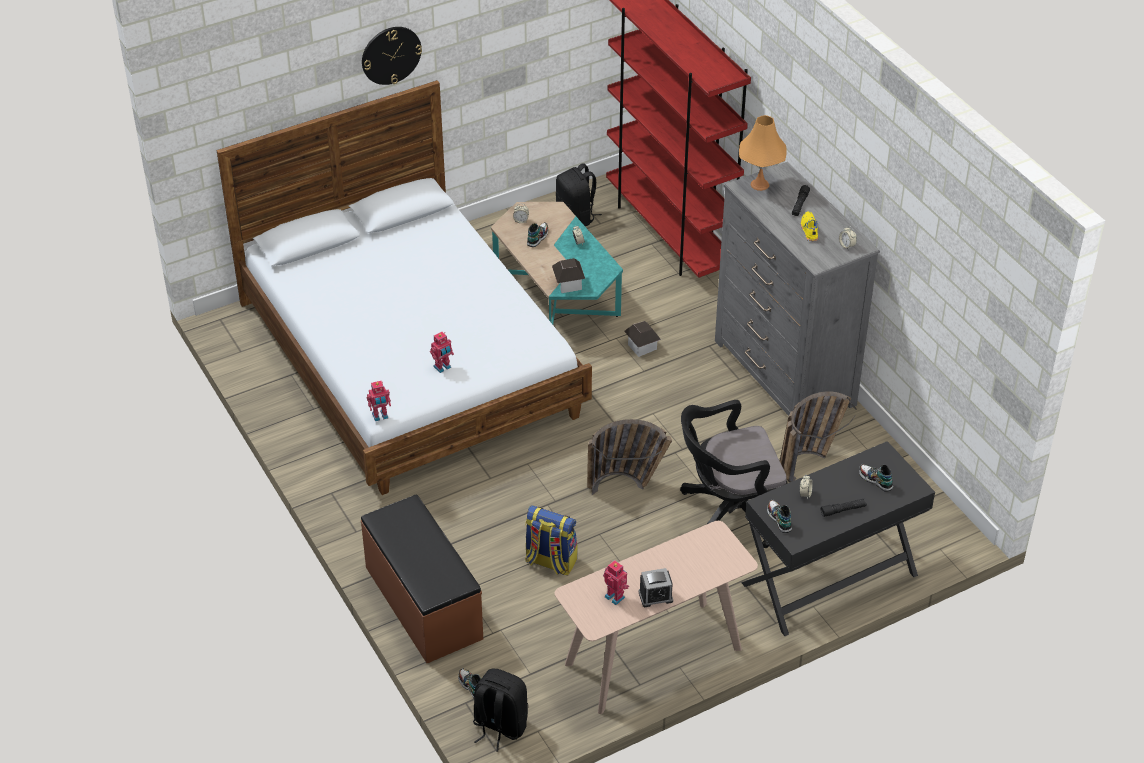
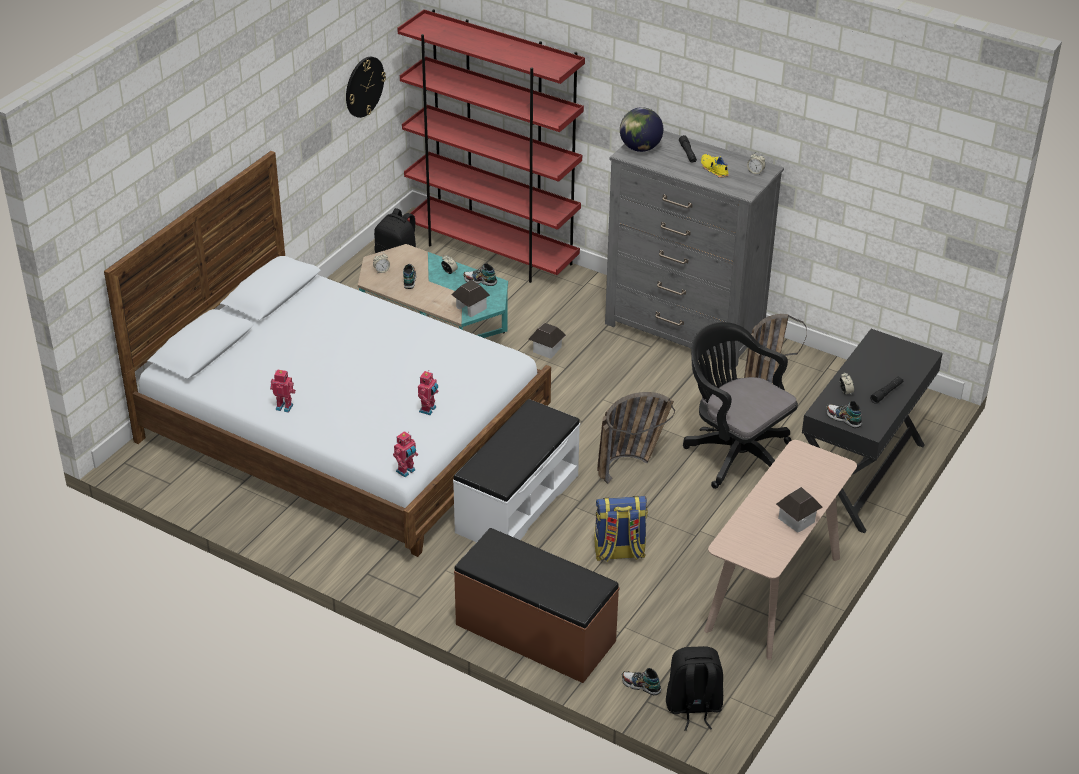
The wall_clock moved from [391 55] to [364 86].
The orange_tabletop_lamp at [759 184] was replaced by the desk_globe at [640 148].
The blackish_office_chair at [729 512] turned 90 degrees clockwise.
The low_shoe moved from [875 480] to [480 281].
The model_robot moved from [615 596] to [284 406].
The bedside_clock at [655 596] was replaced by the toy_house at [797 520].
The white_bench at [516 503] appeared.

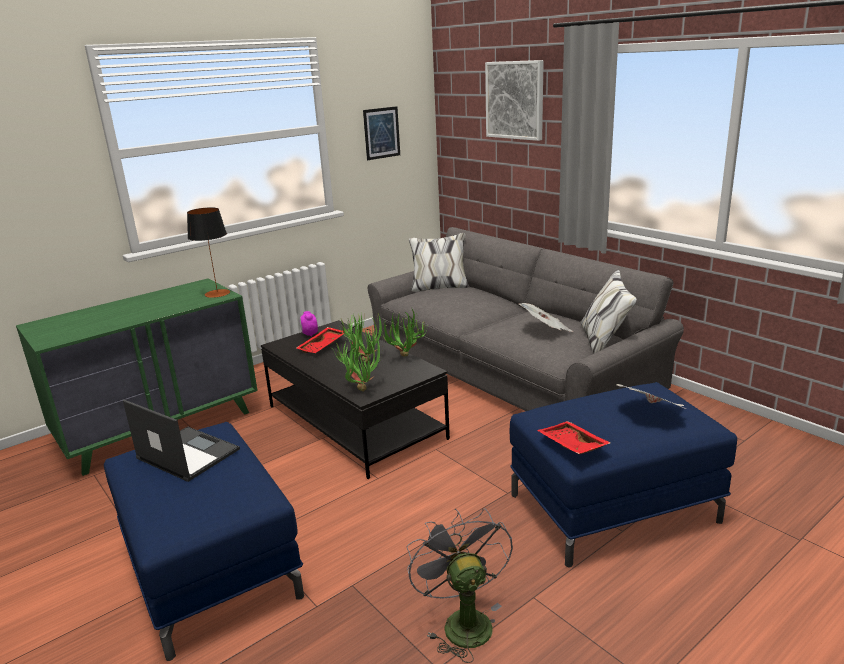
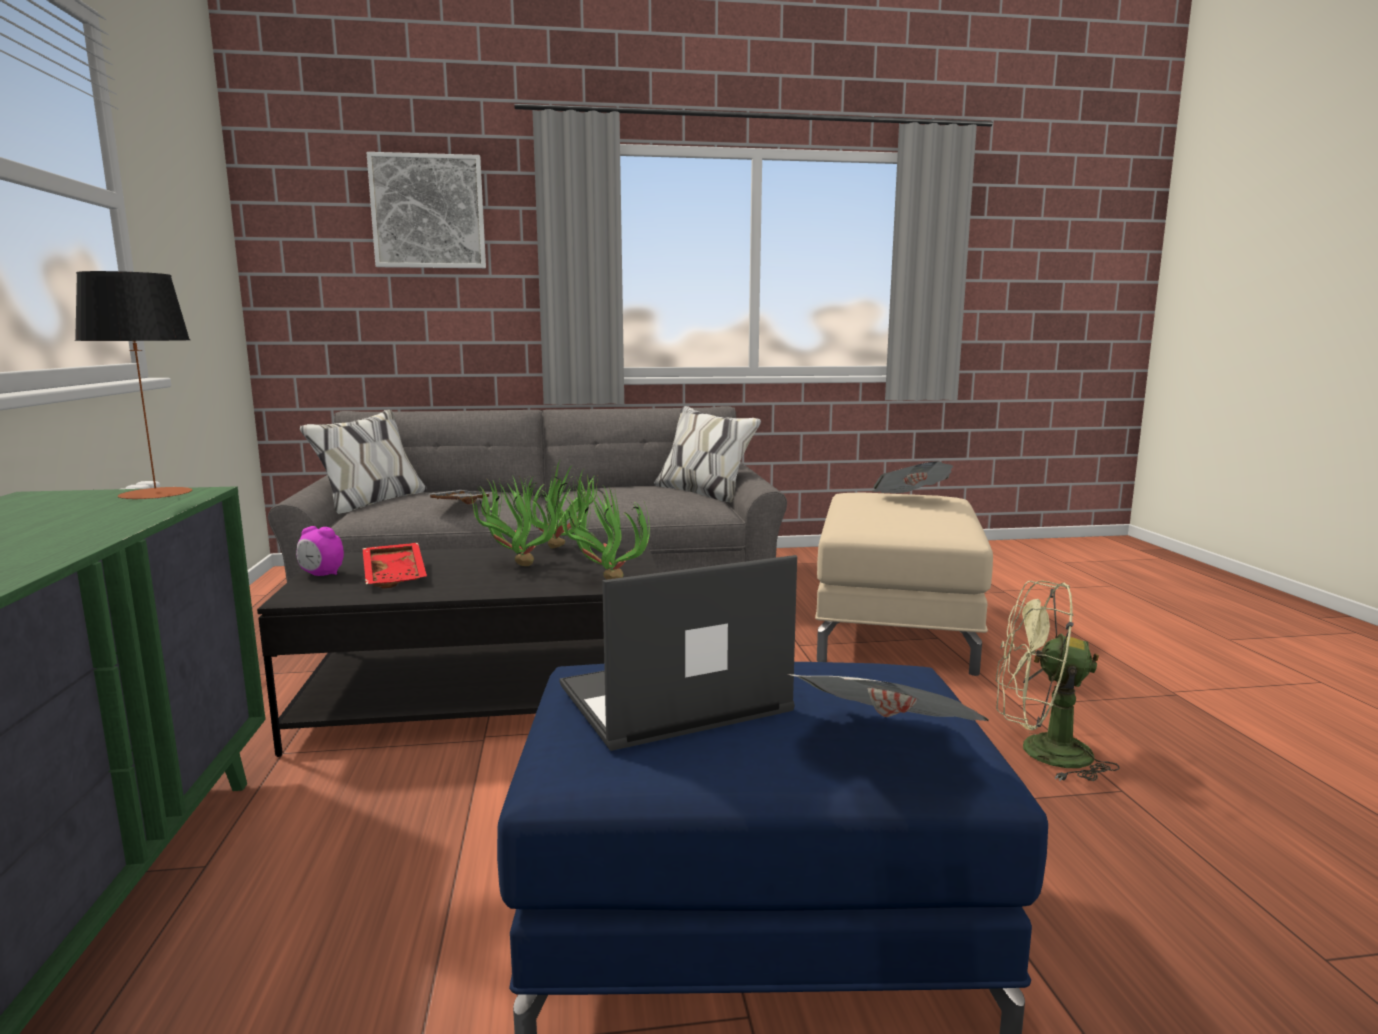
The picture at [381 133] disappeared.
The daily_paper moved from [546 330] to [888 747].
The bluish_pouffe at [613 507] became the sand-coloured_pouffe at [893 629].
The red_carrying_tray at [571 446] disappeared.
The gray_cooling_fan at [462 621] became the greenish_cooling_fan at [1040 752].
The gray_carrying_tray at [459 503] appeared.

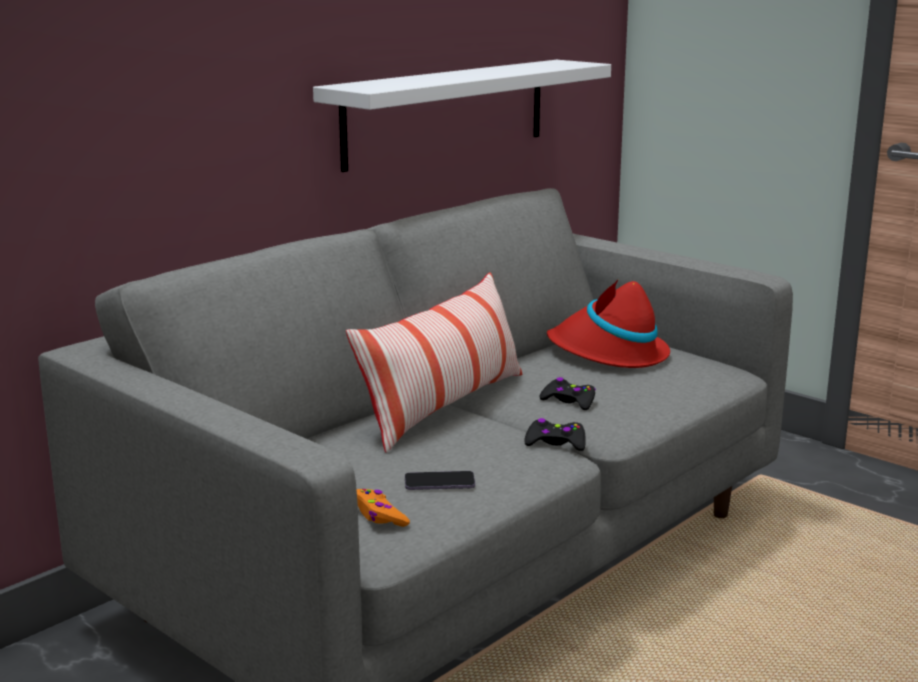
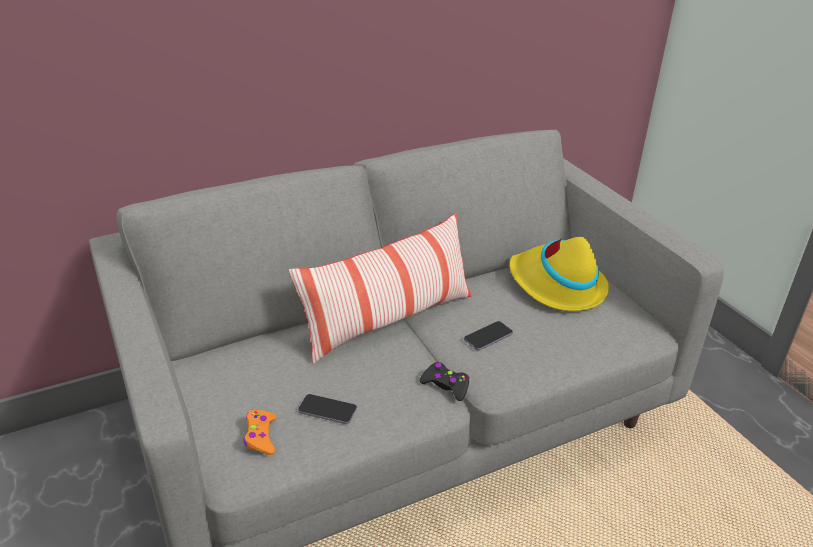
The white_bracket_shelf at [447 112] disappeared.
The red_hat at [607 353] became the yellow_hat at [556 285].
The blackish_joypad at [569 401] was replaced by the phone at [488 337].

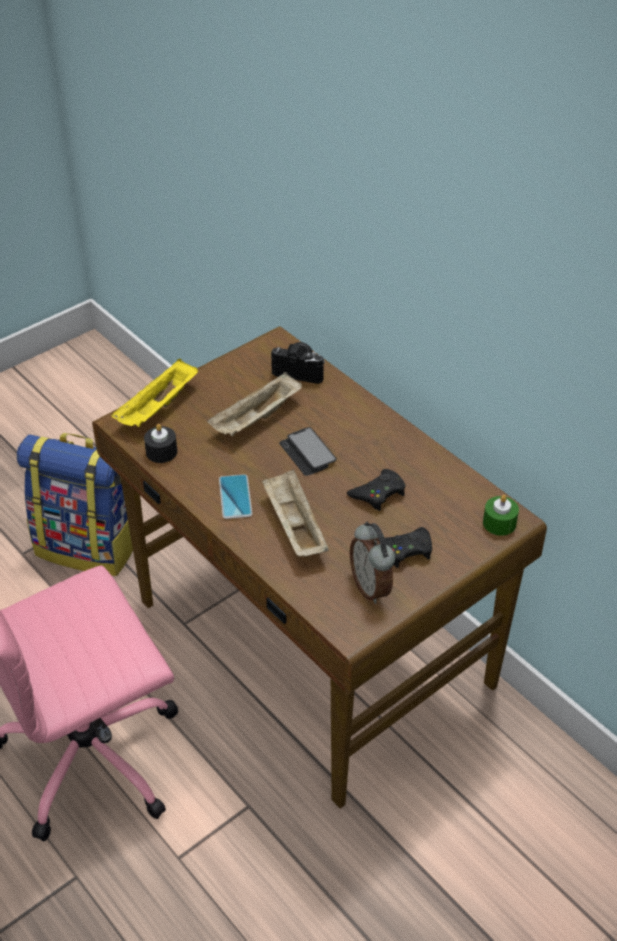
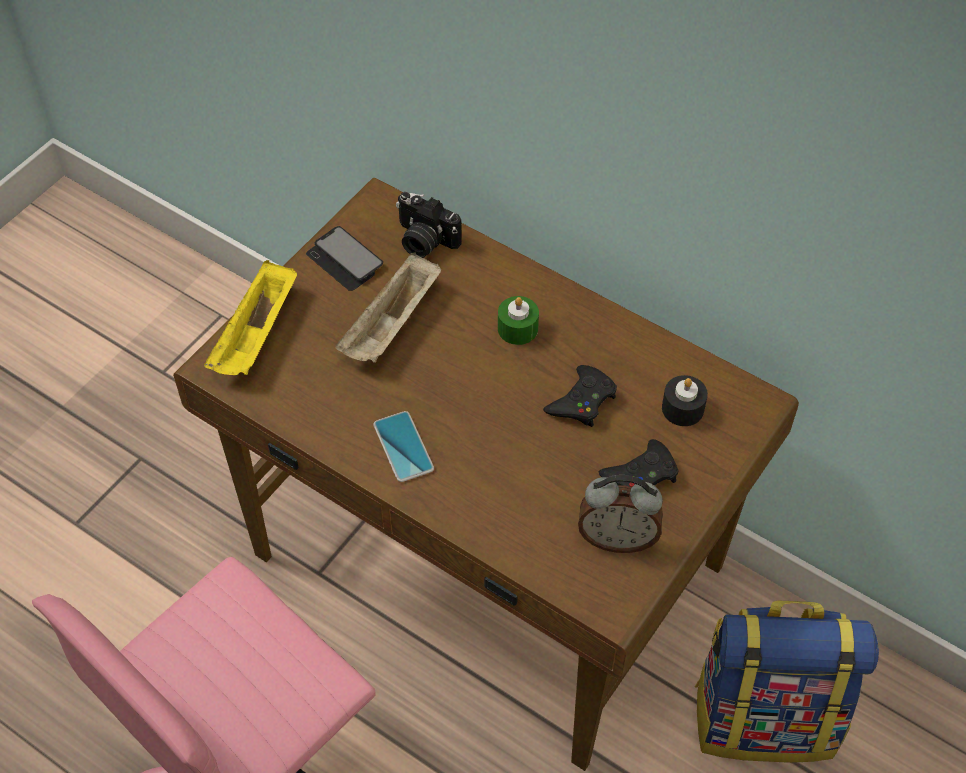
The still_camera at [300 371] turned 150 degrees counterclockwise.
The blackish_wax_light moved from [161 452] to [682 408].
The phone moved from [307 453] to [344 260].
The backpack moved from [88 547] to [765 717].
The sand-coloured_carrying_tray at [294 526] disappeared.
The greenish_wax_light moved from [499 523] to [517 328].
The bedside_clock at [371 587] turned 45 degrees counterclockwise.

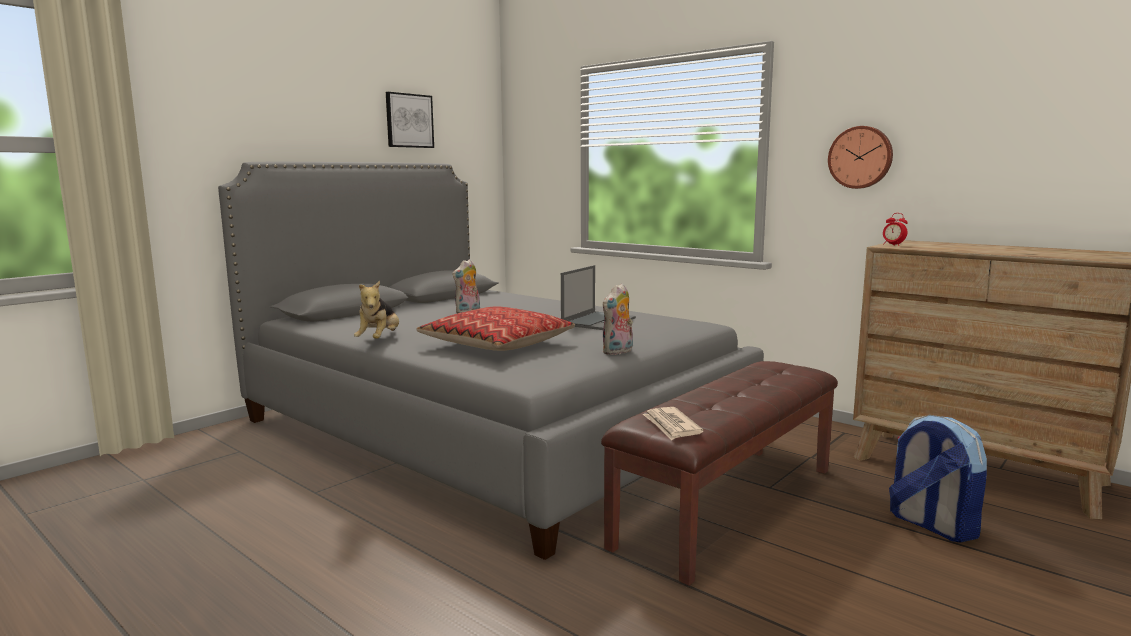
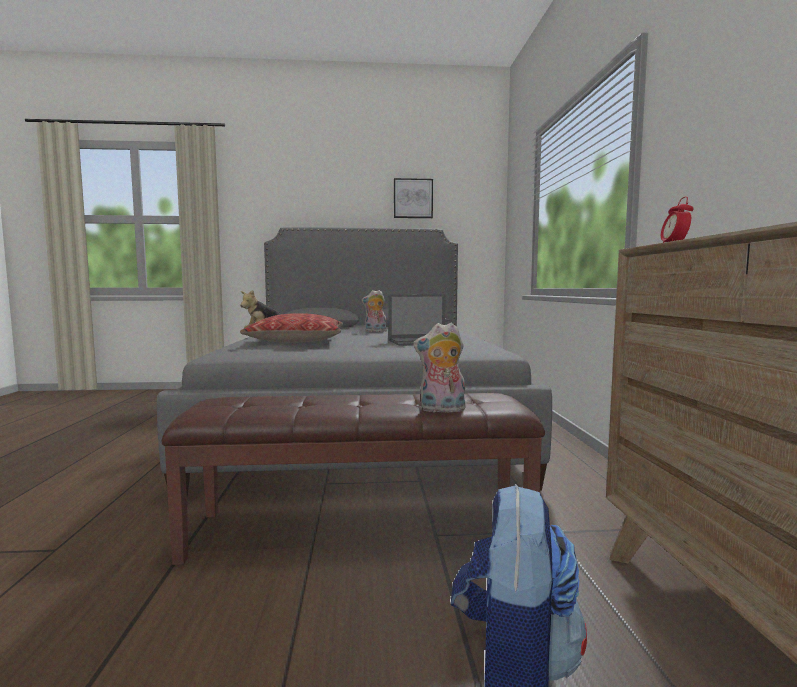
The wall_clock at [860 157] disappeared.
The cuddly_toy moved from [618 352] to [441 410].
The daily_paper at [671 426] disappeared.

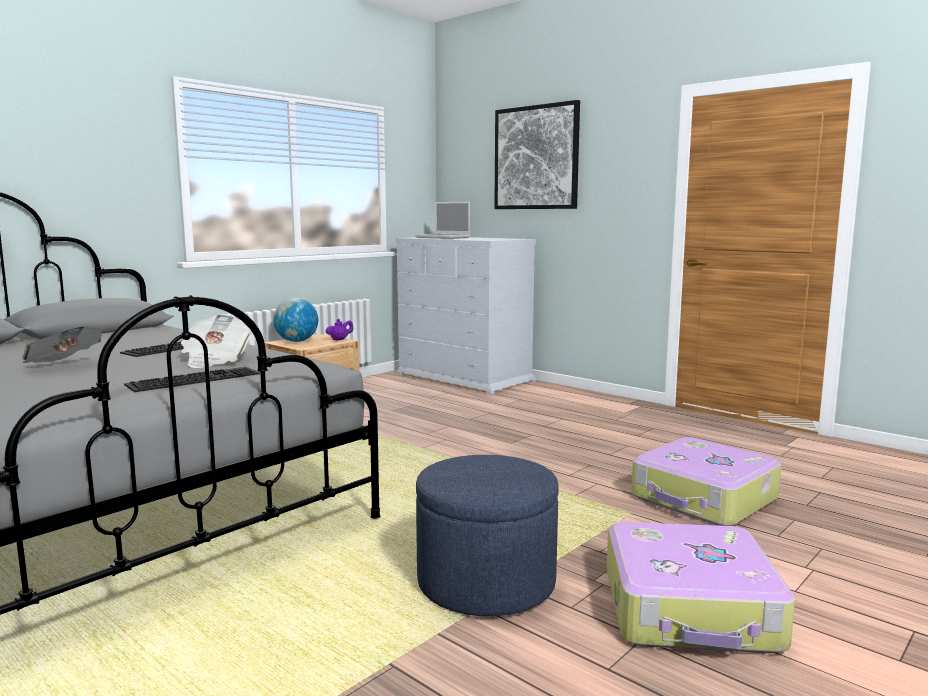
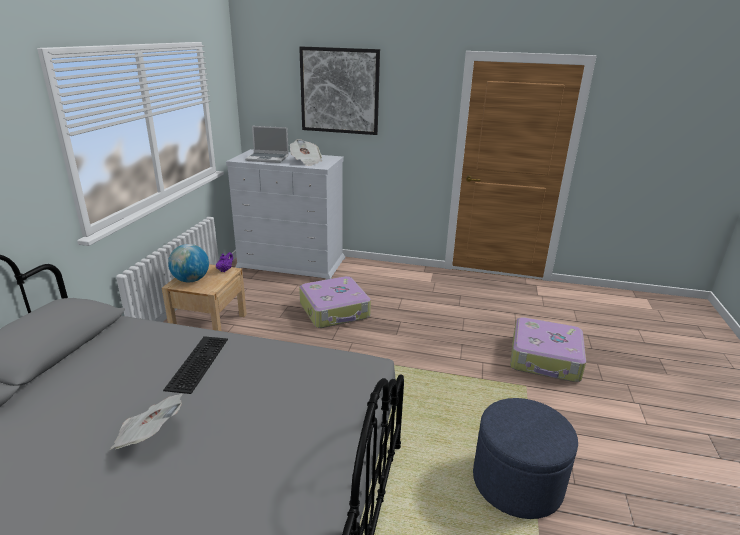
The daily_paper moved from [216 360] to [306 162].
The PC_keyboard at [194 378] disappeared.
The piece_of_luggage moved from [691 610] to [335 311].

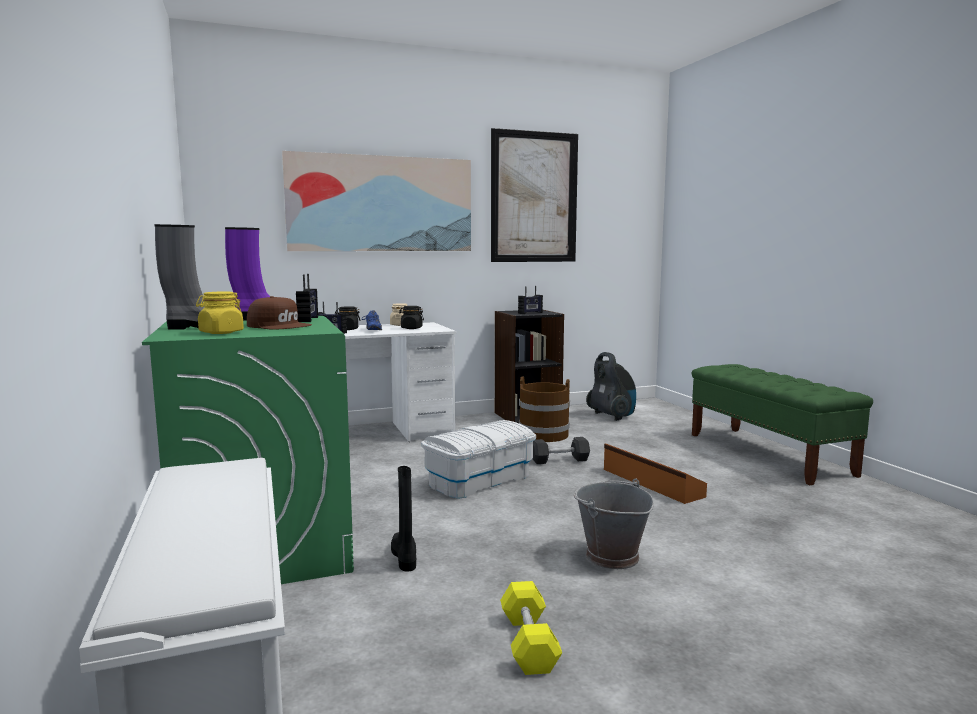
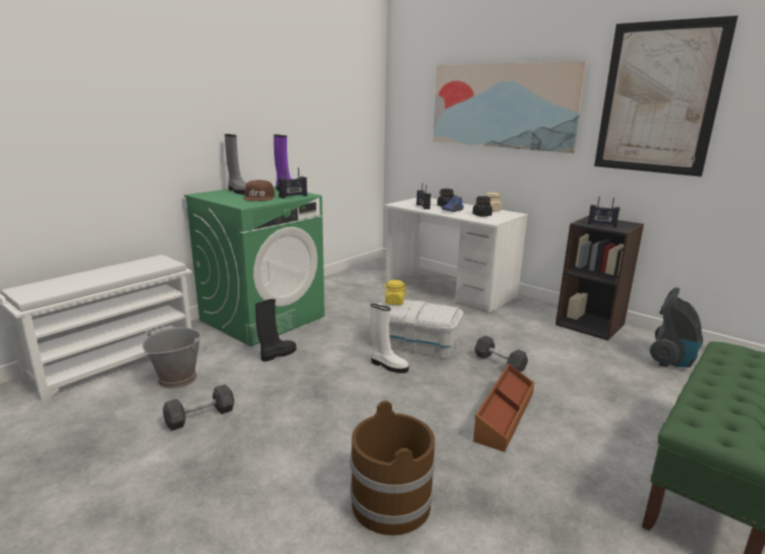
The yellow_jar moved from [221 332] to [394 302].
The brown_bucket moved from [544 434] to [391 503].
The gray_bucket moved from [611 556] to [177 378].
The yellow_dumbbell at [529 642] became the gray_dumbbell at [200 417].
The white_boot at [388 365] appeared.

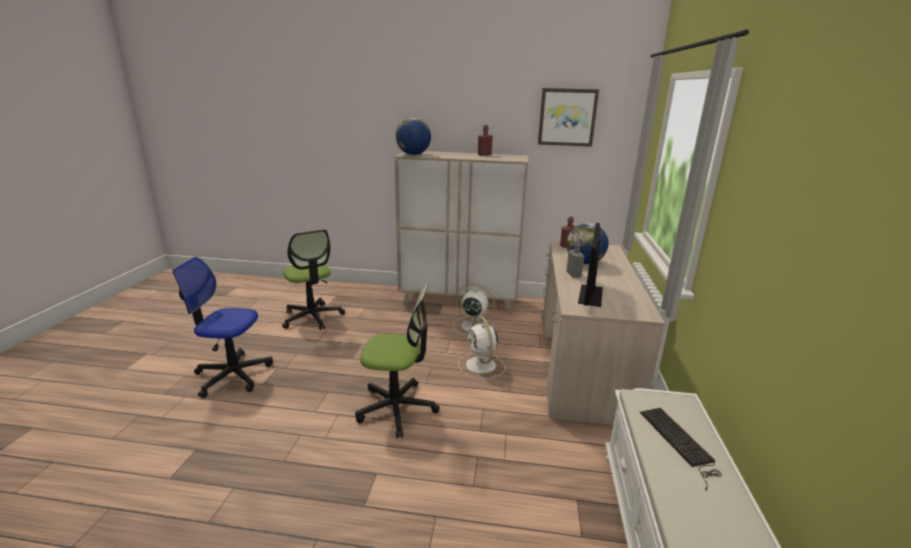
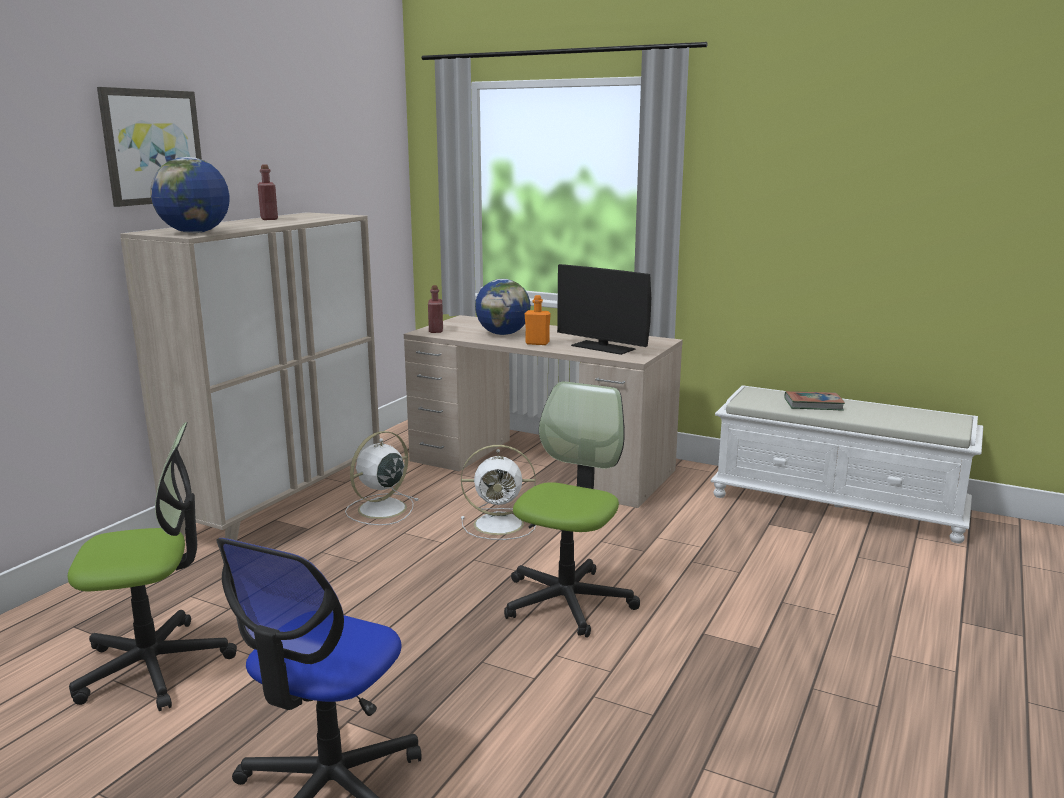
The picture moved from [567 117] to [152 147].
The gray_bottle at [573 274] became the orange_bottle at [537 343].
The PC_keyboard at [680 443] was replaced by the book at [813 404].

